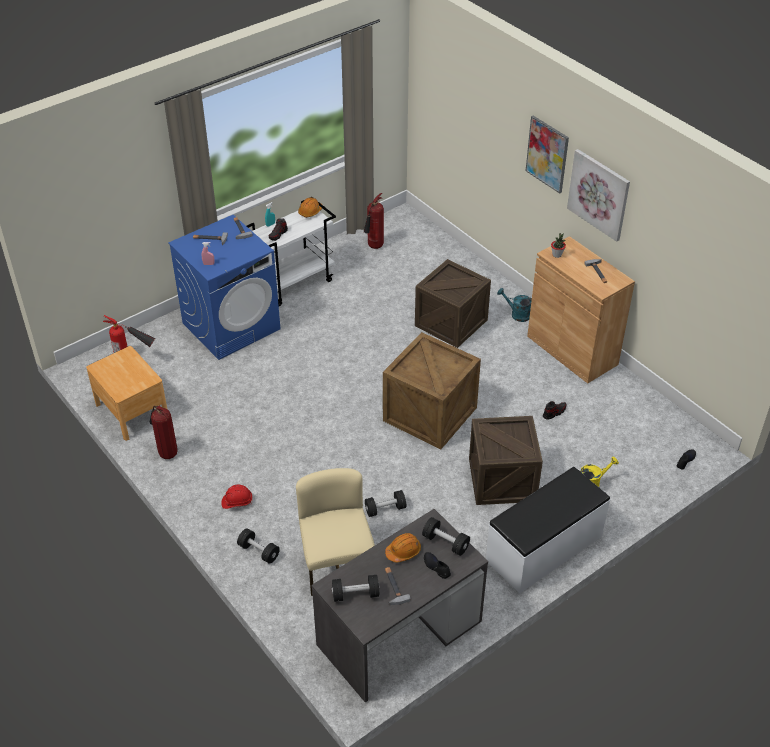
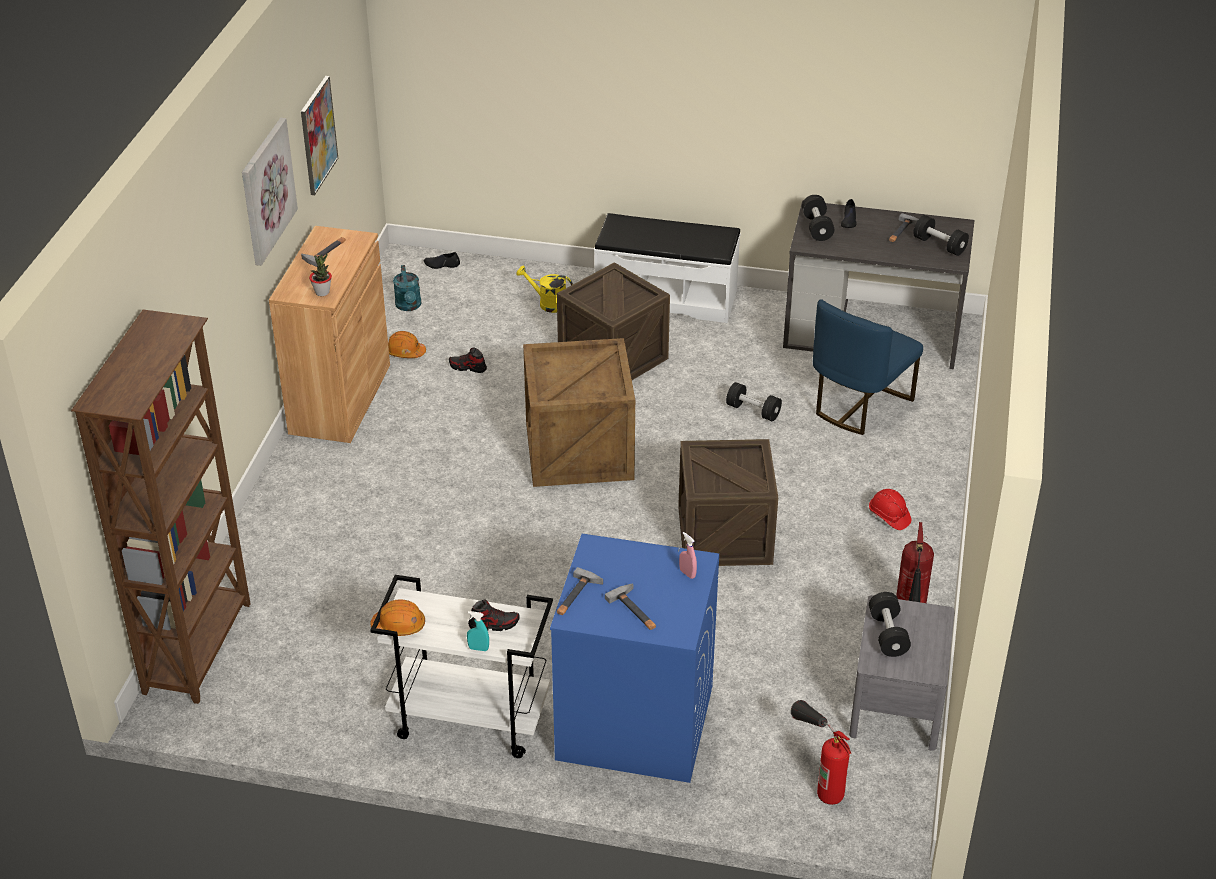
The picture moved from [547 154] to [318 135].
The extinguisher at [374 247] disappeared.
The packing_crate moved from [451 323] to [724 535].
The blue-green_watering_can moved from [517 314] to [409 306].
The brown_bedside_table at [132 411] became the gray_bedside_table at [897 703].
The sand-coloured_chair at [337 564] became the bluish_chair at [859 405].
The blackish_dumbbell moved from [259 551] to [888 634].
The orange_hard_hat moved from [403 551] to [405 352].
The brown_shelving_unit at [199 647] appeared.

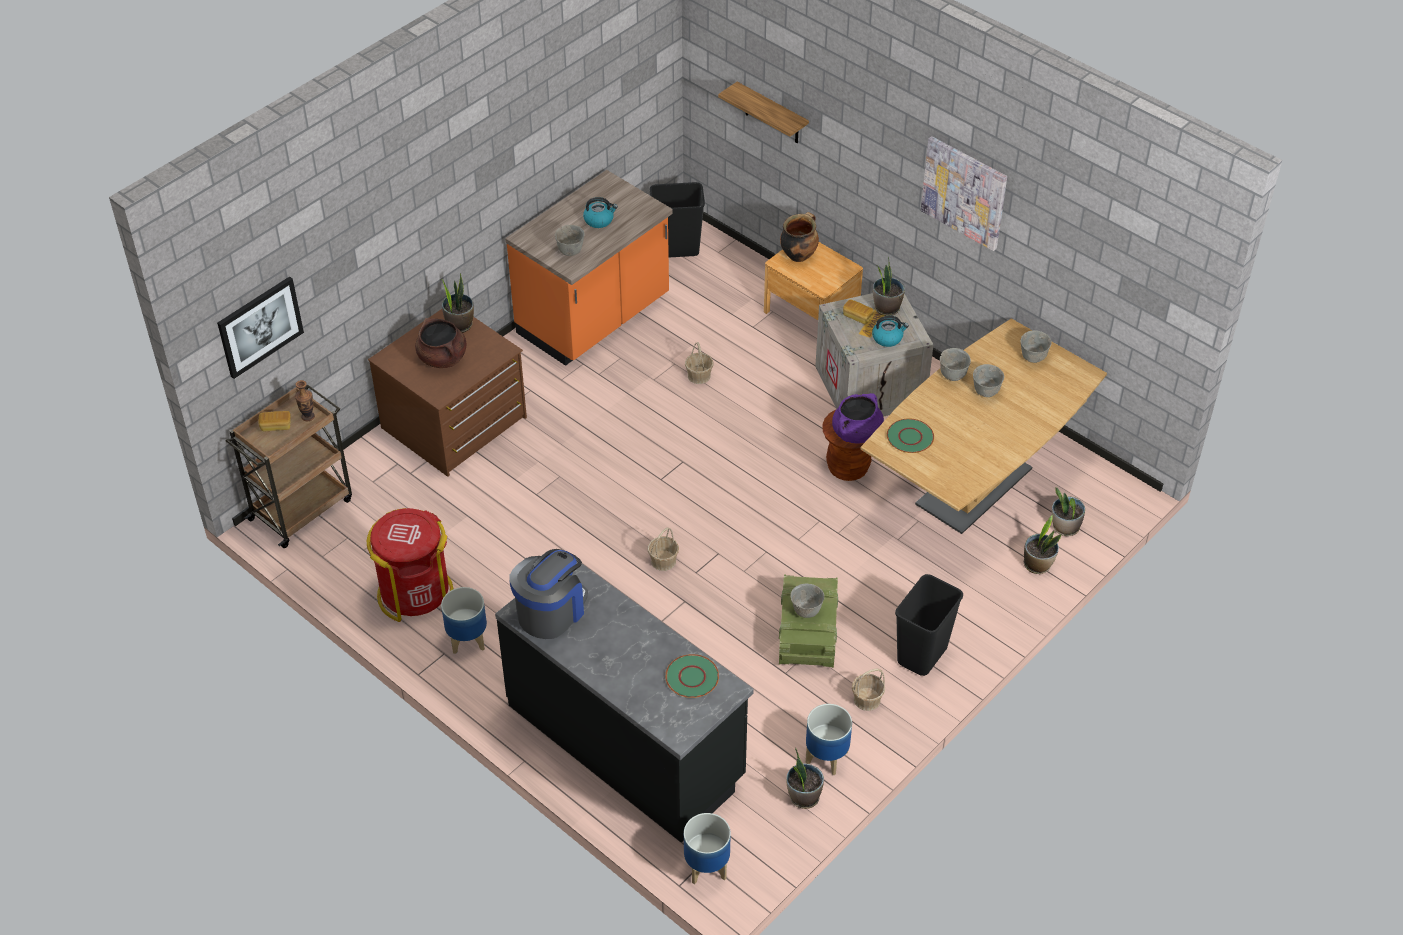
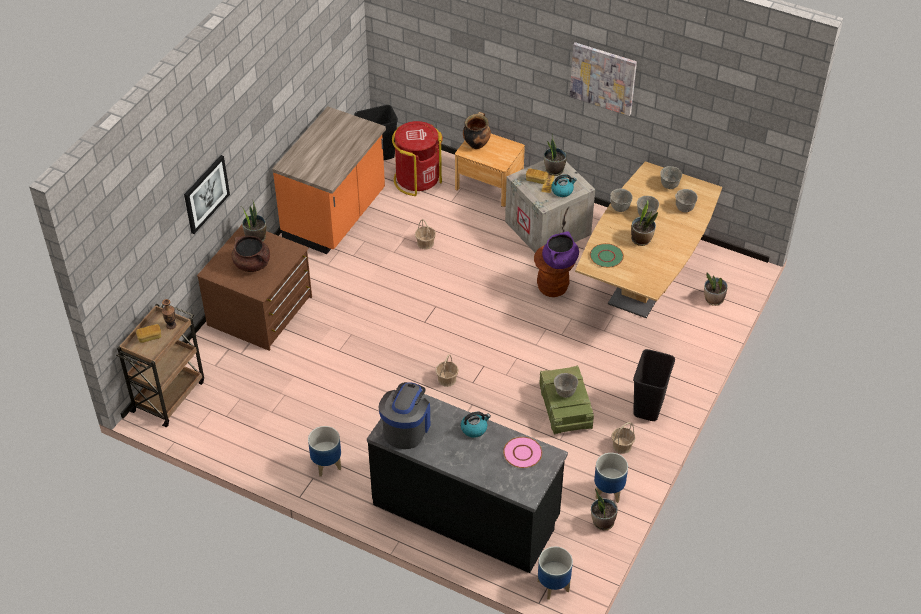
The bracket_shelf at [772 114] disappeared.
The tea_kettle moved from [599 220] to [474 428].
The gray_serving_bowl moved from [570 250] to [684 208].
The picture moved from [260 326] to [206 194].
The red_rubbish_bin moved from [415 593] to [417 179].
The plant_in_a_pot moved from [1037 565] to [641 239].
The greenish_plate at [692 677] became the pink_plate at [523 453].

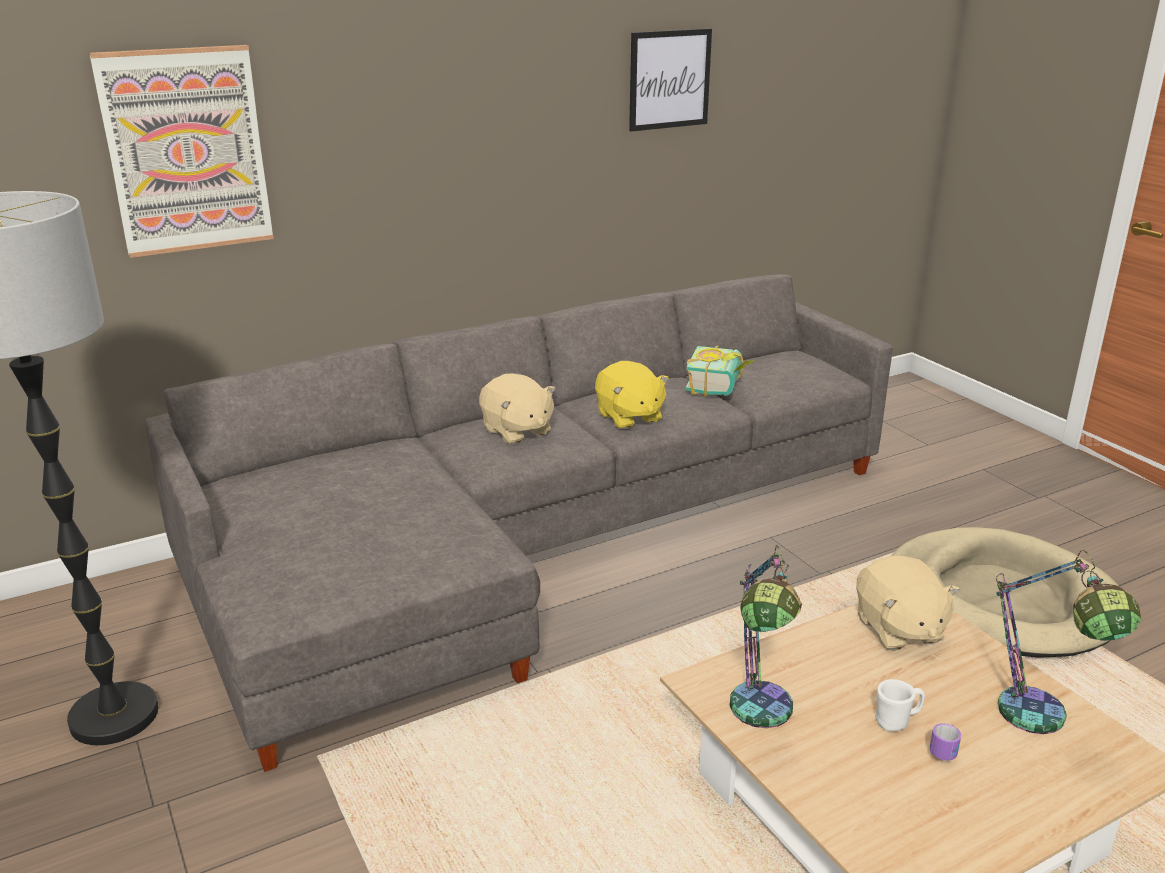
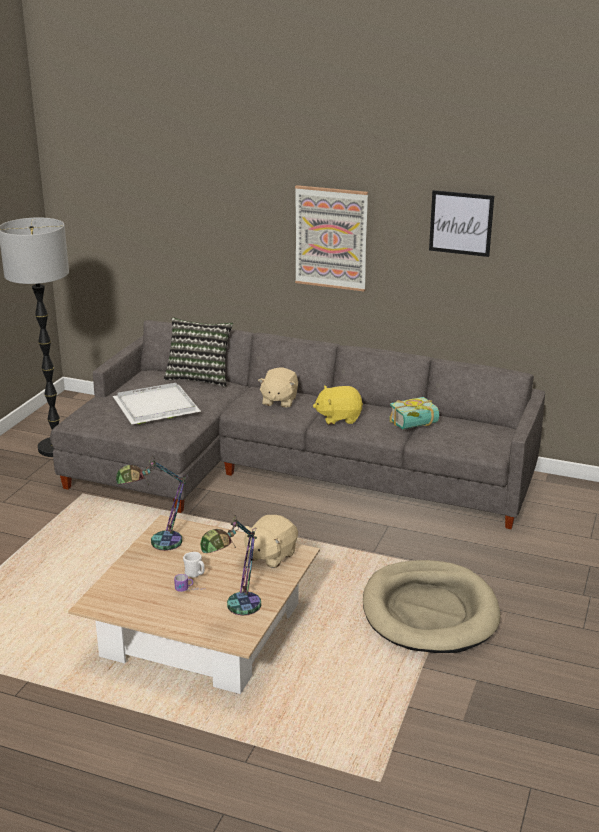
The picture moved from [186 151] to [331 238].
The yellow_cuddly_toy at [629 417] turned 60 degrees clockwise.
The cushion at [199 377] appeared.
The white_carrying_tray at [157 406] appeared.

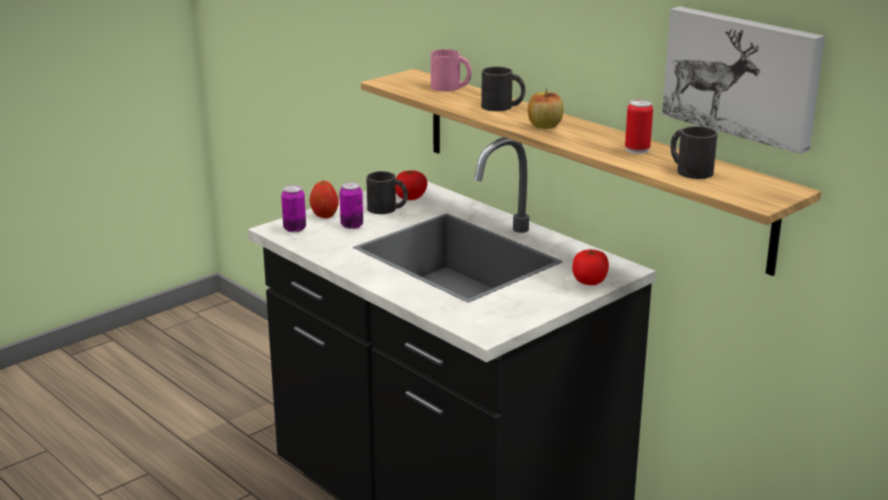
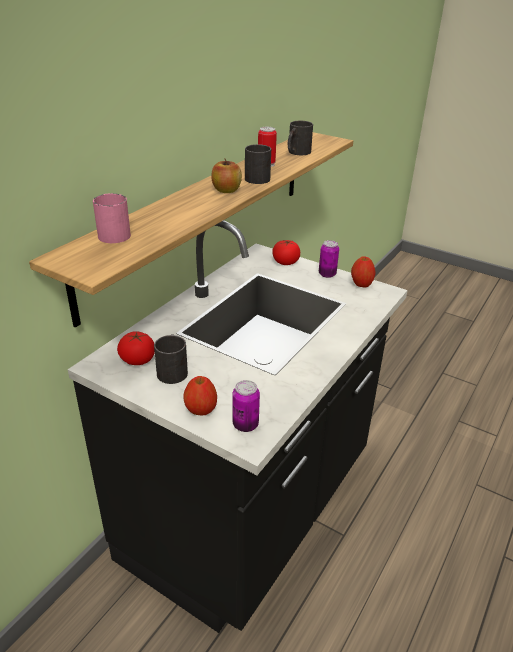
The picture at [743 76] disappeared.
The blackish_tea_mug moved from [503 107] to [257 177].
The can moved from [352 225] to [327 274].
The whole_apple at [361 284] appeared.

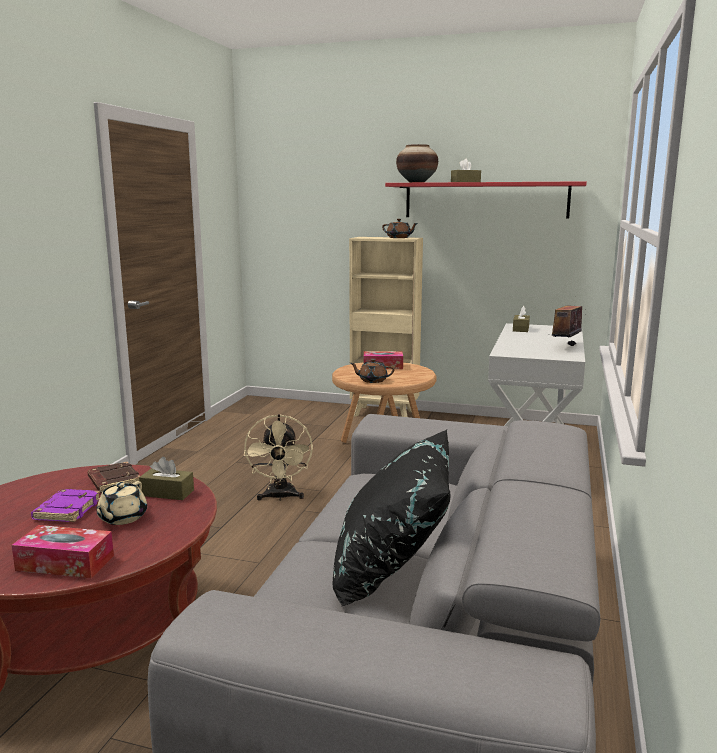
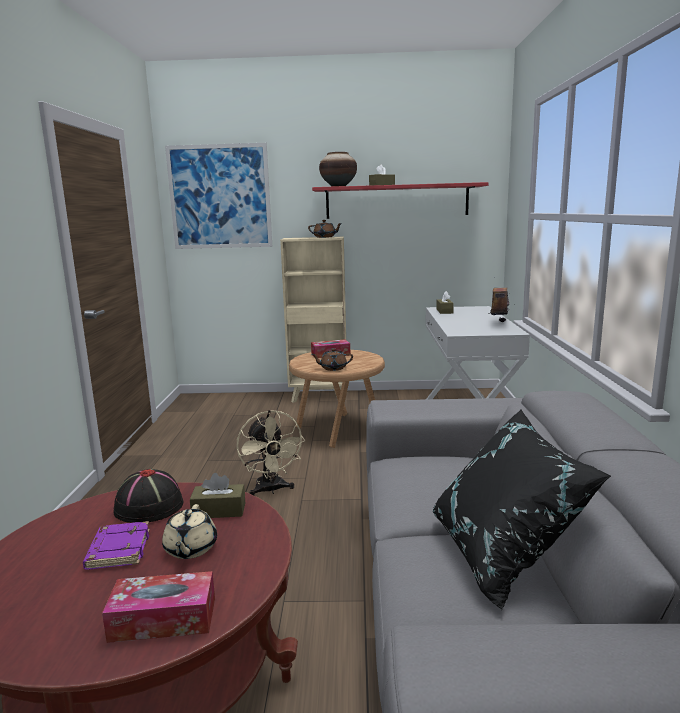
The brown_book at [113 482] was replaced by the blackish_hat at [148 507].
The picture at [220 197] appeared.

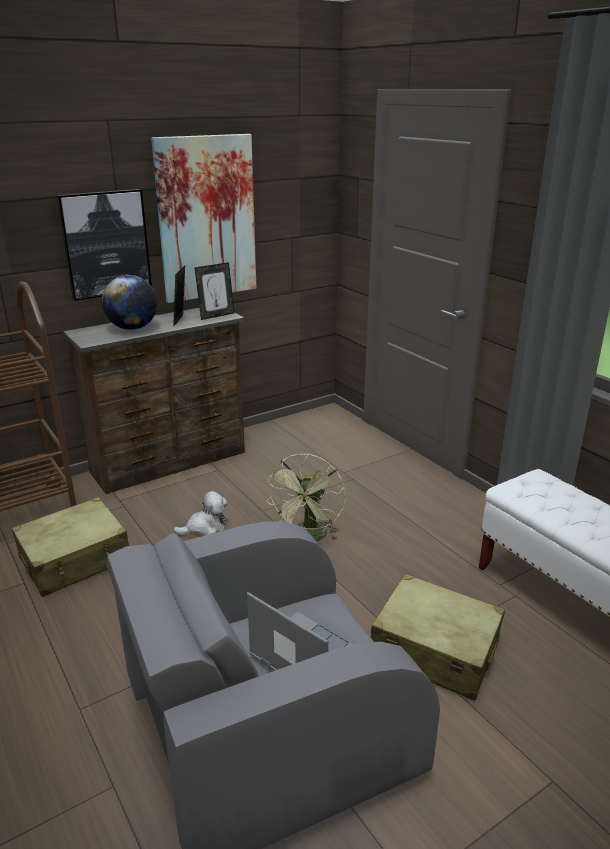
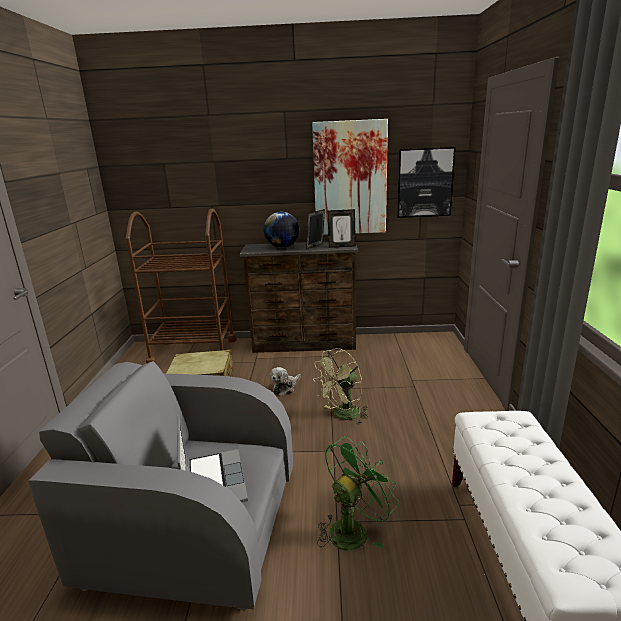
The picture moved from [105 244] to [424 182].
The cuddly_toy at [205 527] turned 120 degrees clockwise.
The sand-coloured_piece_of_luggage at [434 650] was replaced by the greenish_cooling_fan at [353 529].

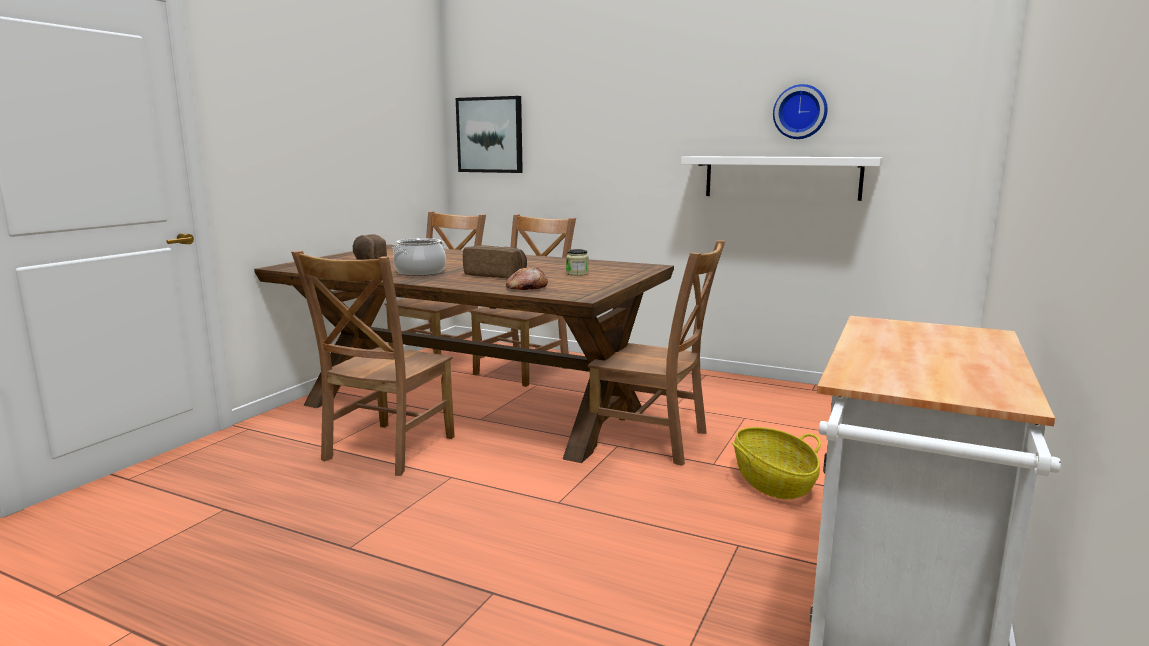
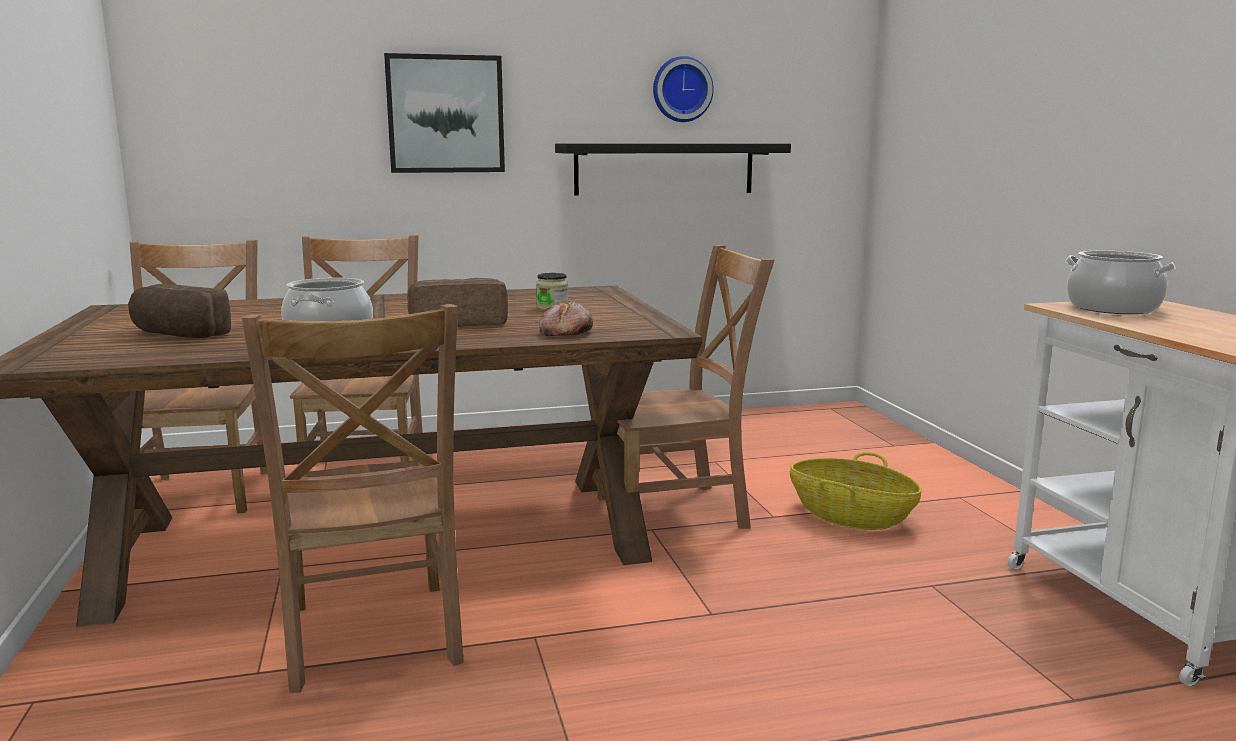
The picture moved from [490 135] to [445 114].
The white_bracket_shelf at [781 177] became the blackish_bracket_shelf at [664 168].
The saucepot at [1113 308] appeared.

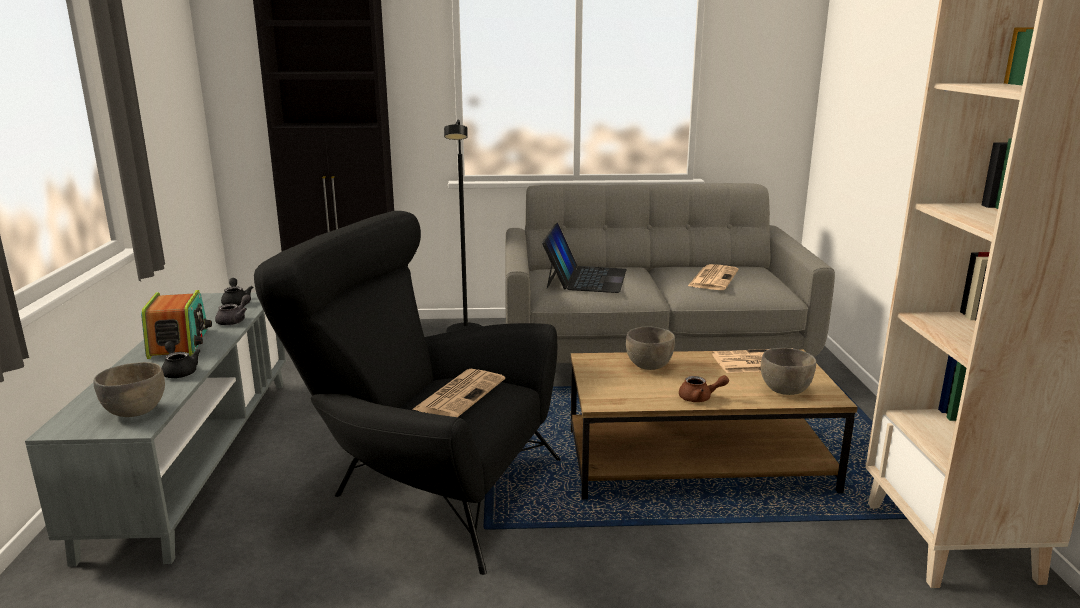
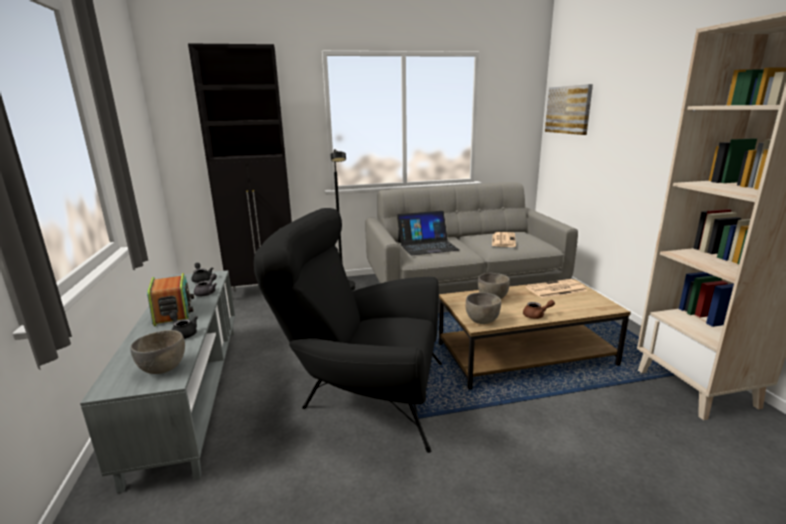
The notebook_computer at [585 278] turned 75 degrees clockwise.
The gray_serving_bowl moved from [784 391] to [482 321].
The daily_paper at [460 394] disappeared.
The picture at [568 109] appeared.

